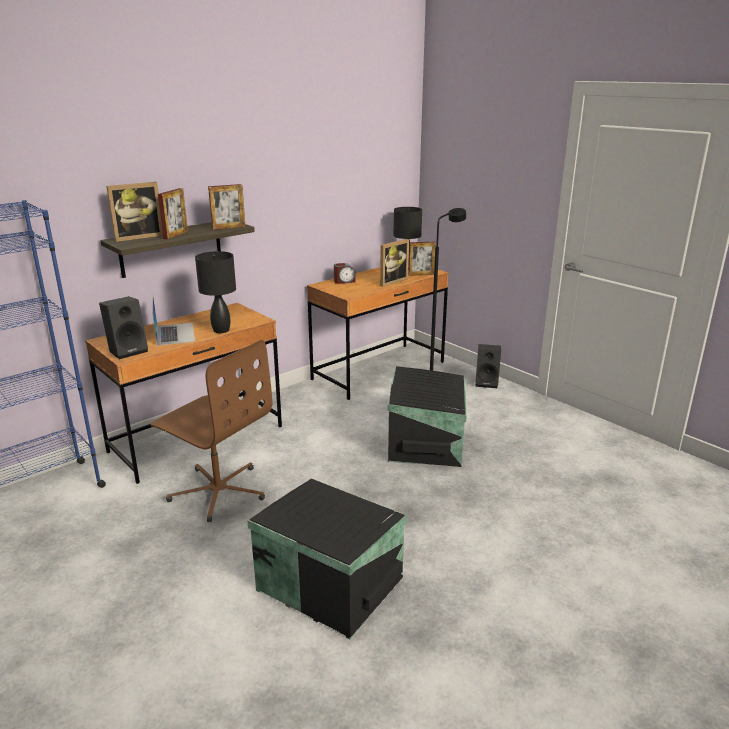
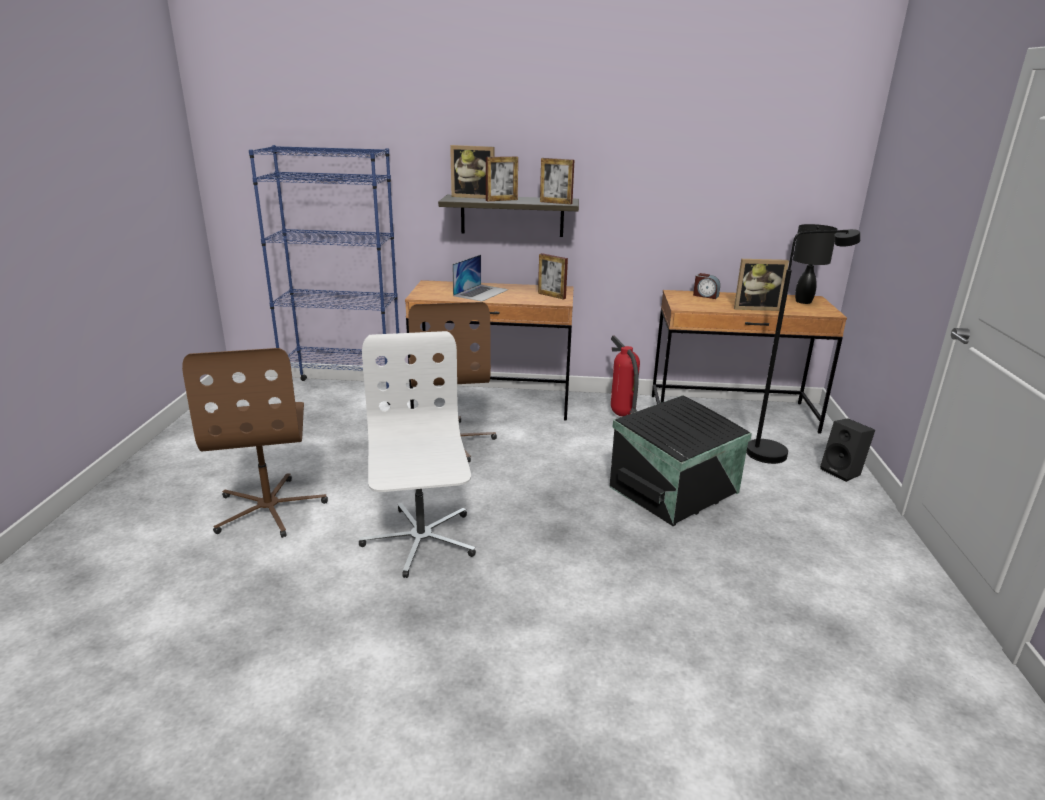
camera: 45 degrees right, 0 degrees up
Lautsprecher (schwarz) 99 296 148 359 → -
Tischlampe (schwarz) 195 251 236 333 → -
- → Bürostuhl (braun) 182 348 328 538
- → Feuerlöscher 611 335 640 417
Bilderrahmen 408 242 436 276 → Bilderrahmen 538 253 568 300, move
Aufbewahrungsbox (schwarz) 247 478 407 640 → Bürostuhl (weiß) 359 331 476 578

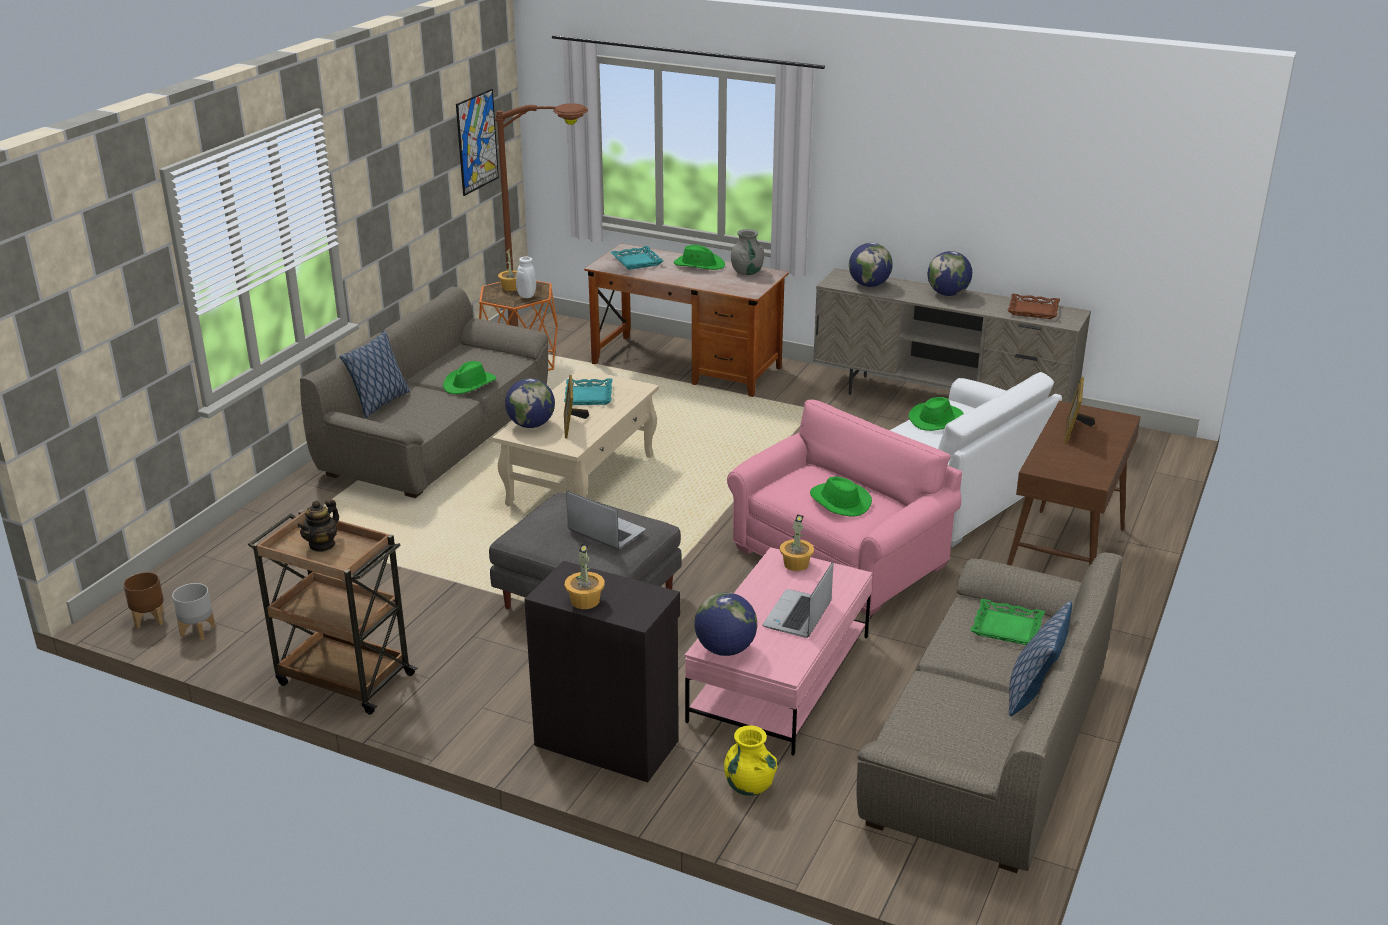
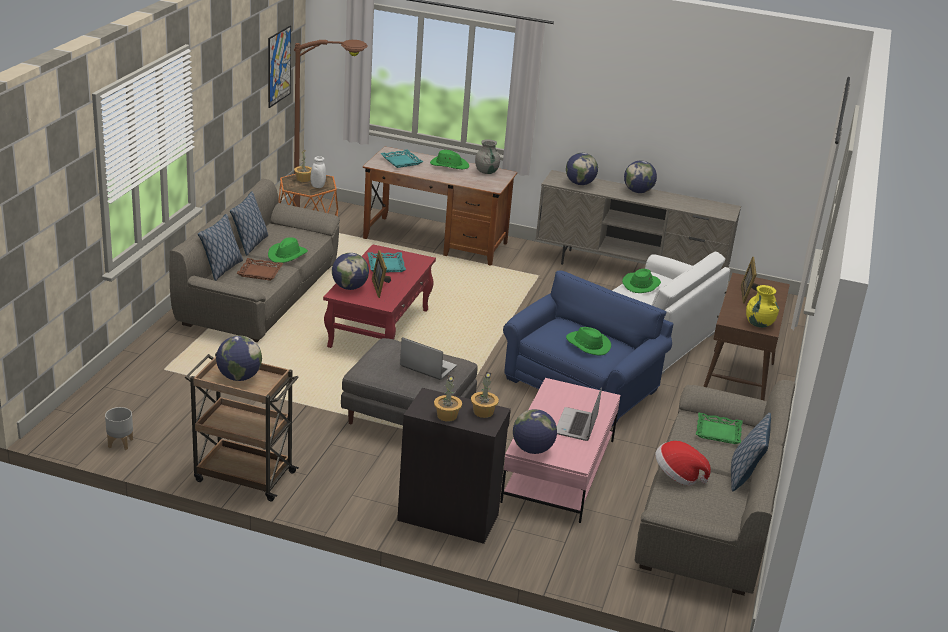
camera: 10 degrees left, 0 degrees up
Pflanzkübel (braun) 123 572 164 629 → -
- → Kissen 230 191 268 255
- → Hut 655 441 711 486
Vase (gelb) 724 725 777 796 → Vase (gelb) 746 285 779 328, move
Topfpflanze 780 514 814 571 → Topfpflanze 471 372 499 418, move
Tablett (braun) 1008 294 1060 319 → Tablett (braun) 237 258 283 281, move
Teekanne 297 499 339 552 → Globus 216 336 262 381
Couchtisch (beige) 492 369 659 506 → Couchtisch (rot) 323 244 436 348
Sessel (rosa) 727 400 962 616 → Sessel (blau) 503 271 673 426

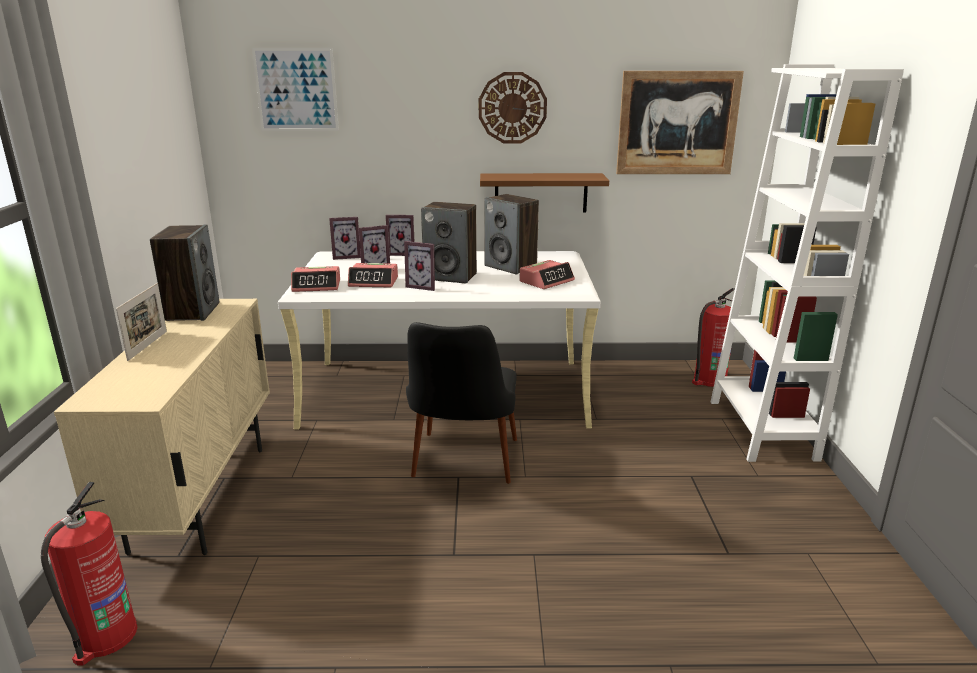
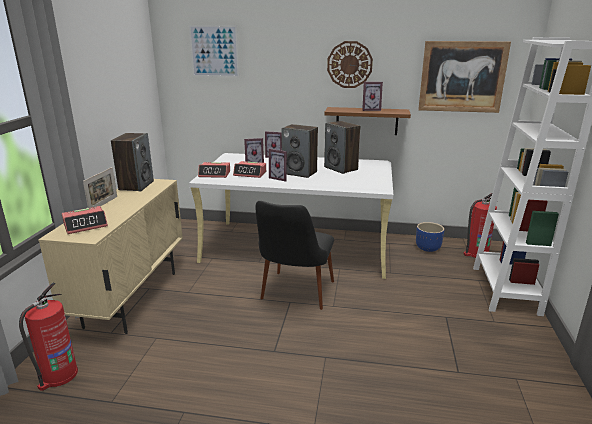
camera: 10 degrees right, 0 degrees up
- → Pflanzkübel (blau) 416 222 444 252
Bilderrahmen 329 217 361 260 → Bilderrahmen 362 82 383 111, move
Wecker 520 260 575 289 → Wecker 62 206 108 234, move

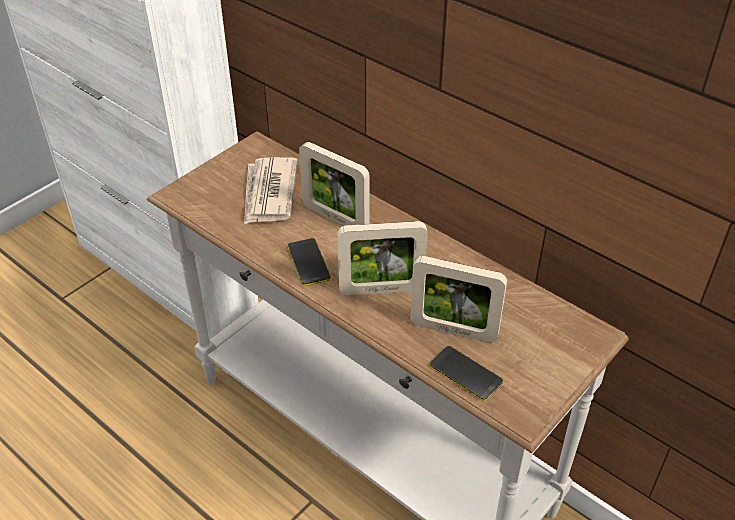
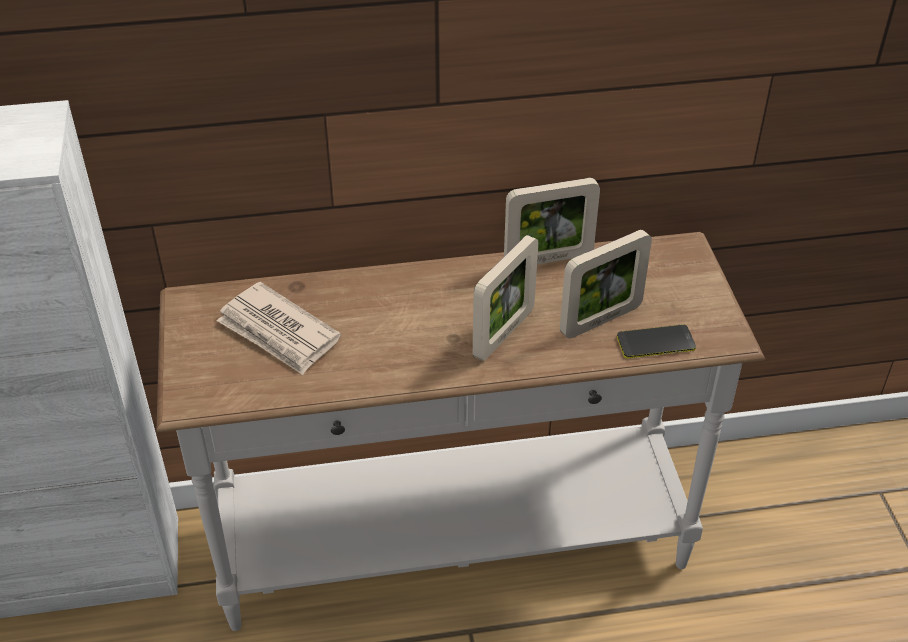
camera: 50 degrees left, 0 degrees up
Handy 288 238 331 286 → -
Bilderrahmen 299 142 369 226 → Bilderrahmen 504 178 600 264, move

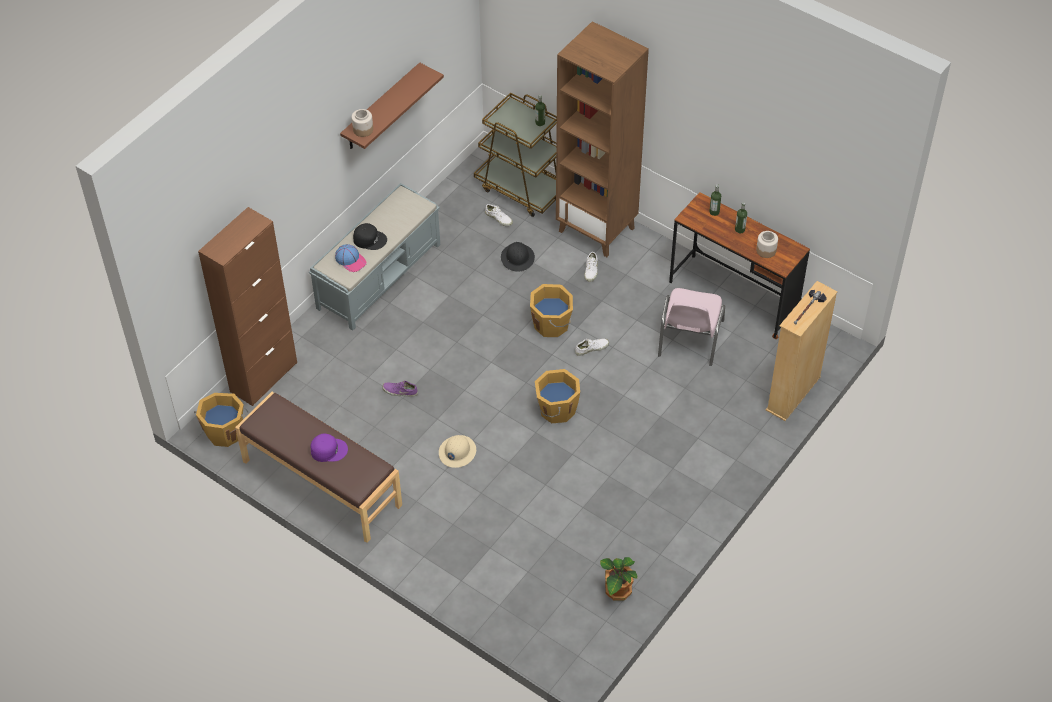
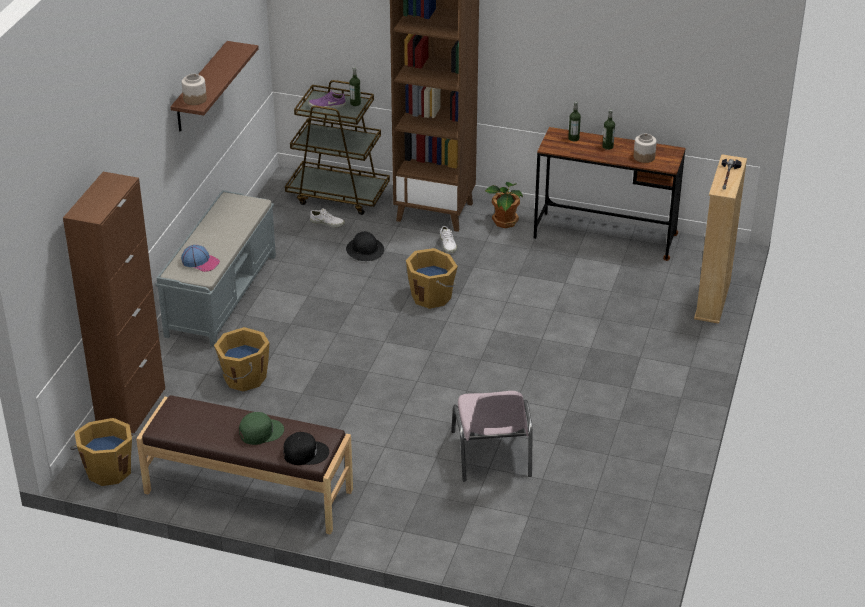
camera: 20 degrees left, 15 degrees down
Schutzhelm (beige) 439 435 476 468 → -
Schuh (weiß) 575 339 609 356 → -
Kappe (schwarz) 353 223 387 250 → Kappe (schwarz) 283 432 329 465, move
Schuh (lila) 382 381 418 397 → Schuh (lila) 308 90 346 110, move
Eimer (orange) 535 369 580 423 → Eimer (orange) 214 327 269 391, move
Topfpflanze 600 557 637 601 → Topfpflanze 485 182 523 228, move
Stuhl (rosa) 658 288 725 366 → Stuhl (rosa) 451 391 532 482, move
Kappe (lila) 310 434 348 462 → Kappe (grün) 239 412 284 445

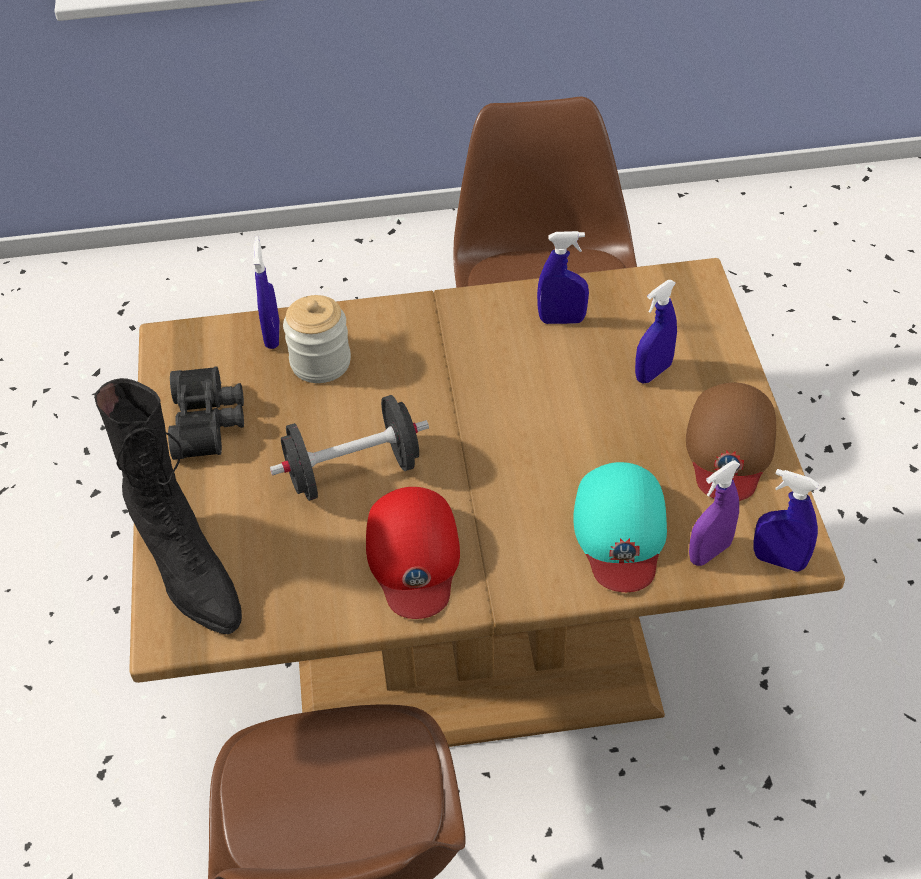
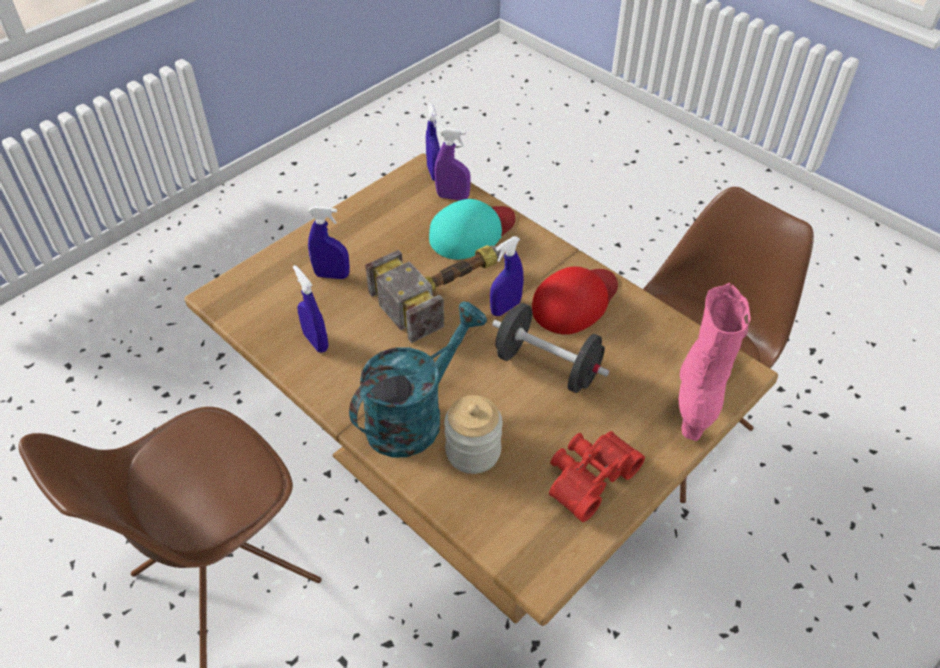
camera: 130 degrees left, 0 degrees up
Kappe (braun) 686 382 776 501 → -
- → Gießkanne (türkis) 349 301 487 458
- → Hammer 365 245 501 343
Sprühflasche (blau) 253 236 280 349 → Sprühflasche (blau) 490 237 523 316, move
Stiefel (schwarz) 94 378 242 634 → Stiefel (rosa) 678 282 751 441
Fernglas (schwarz) 168 366 244 460 → Fernglas (rot) 549 431 645 522

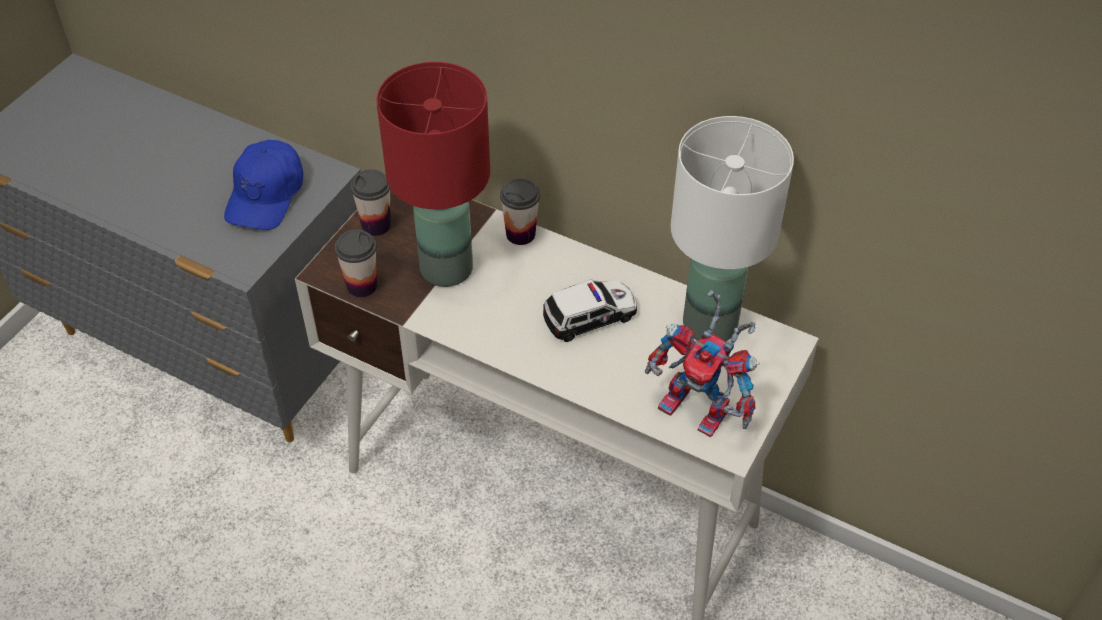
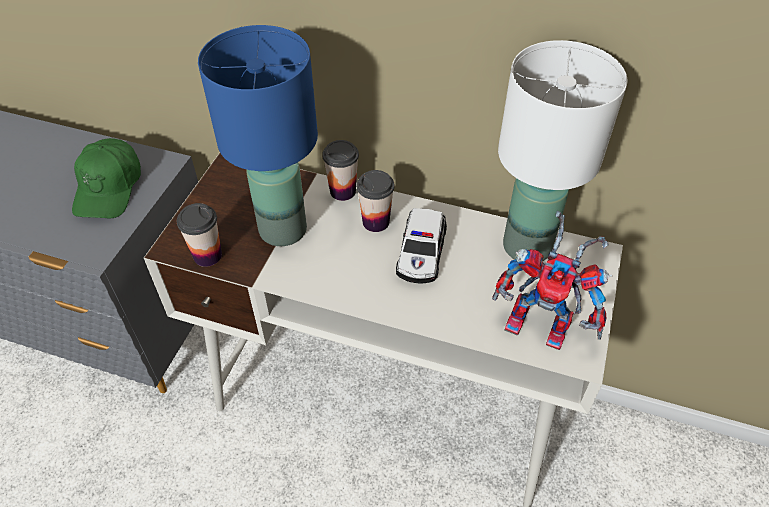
camera: 10 degrees left, 0 degrees up
Tasse 350 169 391 236 → Tasse 357 170 394 232, move
Kappe (blau) 224 140 303 230 → Kappe (grün) 72 138 141 218
Tischlampe (rot) 376 62 490 287 → Tischlampe (blau) 198 25 318 246
Spielzeugauto 543 279 637 342 → Spielzeugauto 396 208 447 284, 135 degrees clockwise

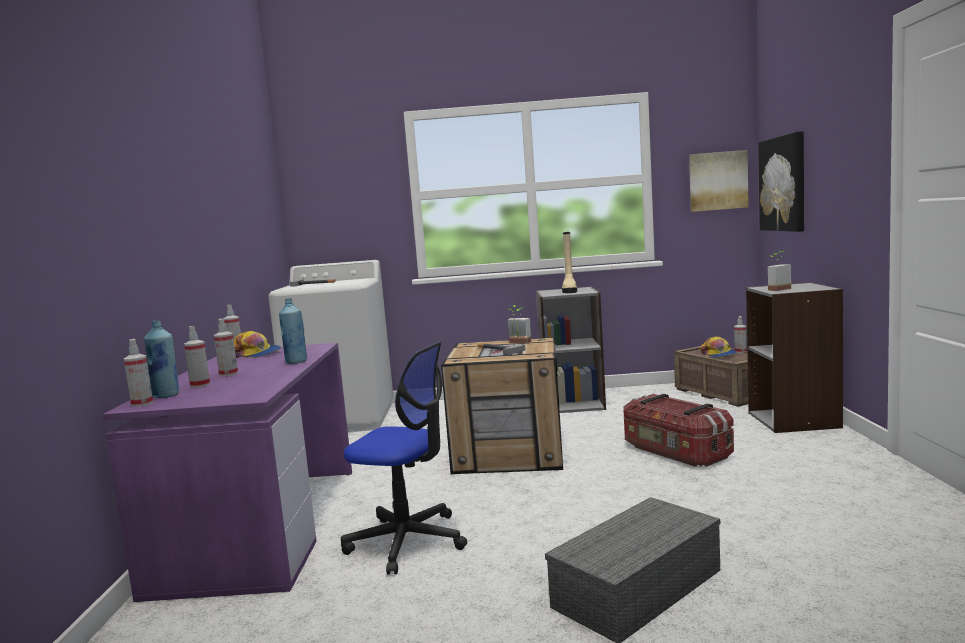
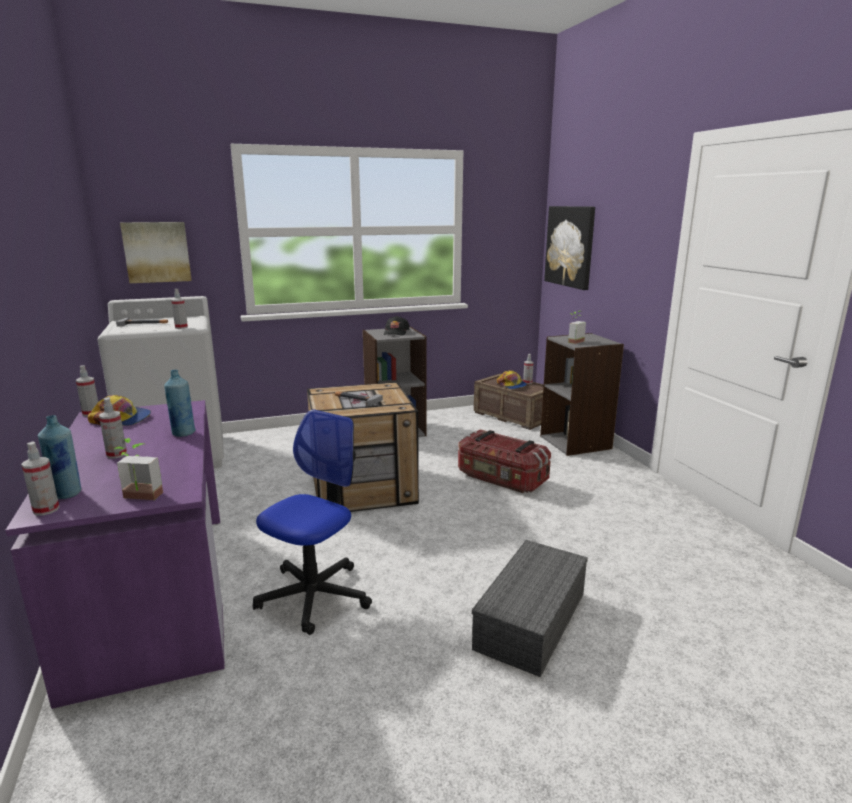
camera: 20 degrees left, 10 degrees up
Sprühflasche 184 326 210 388 → Sprühflasche 171 289 188 329, move
Topfpflanze 508 305 531 343 → Topfpflanze 115 438 163 500, move
Bild 689 150 749 212 → Bild 120 222 192 283, move
Stiefel (beige) 562 232 577 293 → Kappe (schwarz) 384 316 410 335
Bürostuhl 341 341 467 575 → Bürostuhl 253 409 372 635, 60 degrees counterclockwise

